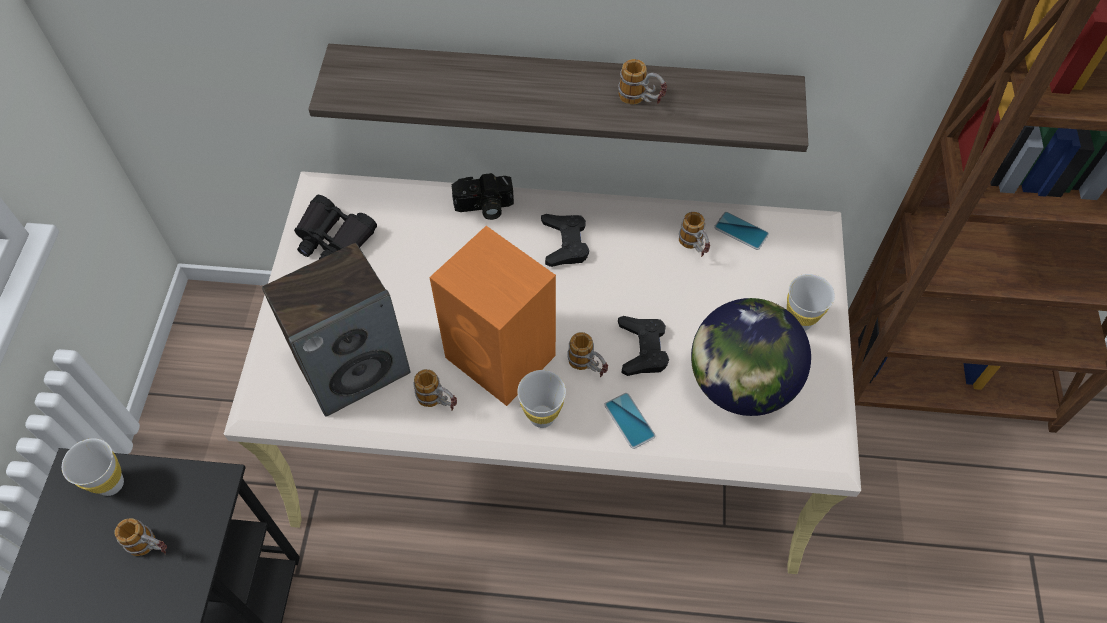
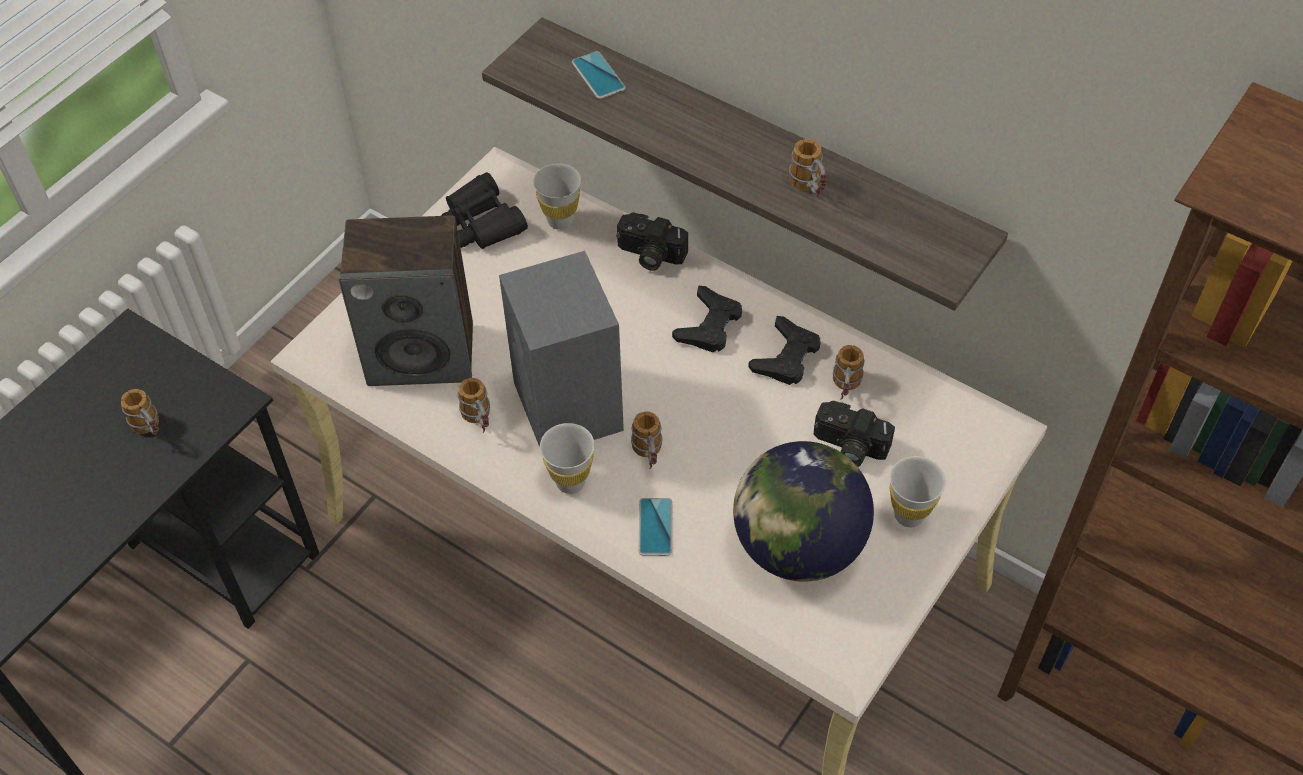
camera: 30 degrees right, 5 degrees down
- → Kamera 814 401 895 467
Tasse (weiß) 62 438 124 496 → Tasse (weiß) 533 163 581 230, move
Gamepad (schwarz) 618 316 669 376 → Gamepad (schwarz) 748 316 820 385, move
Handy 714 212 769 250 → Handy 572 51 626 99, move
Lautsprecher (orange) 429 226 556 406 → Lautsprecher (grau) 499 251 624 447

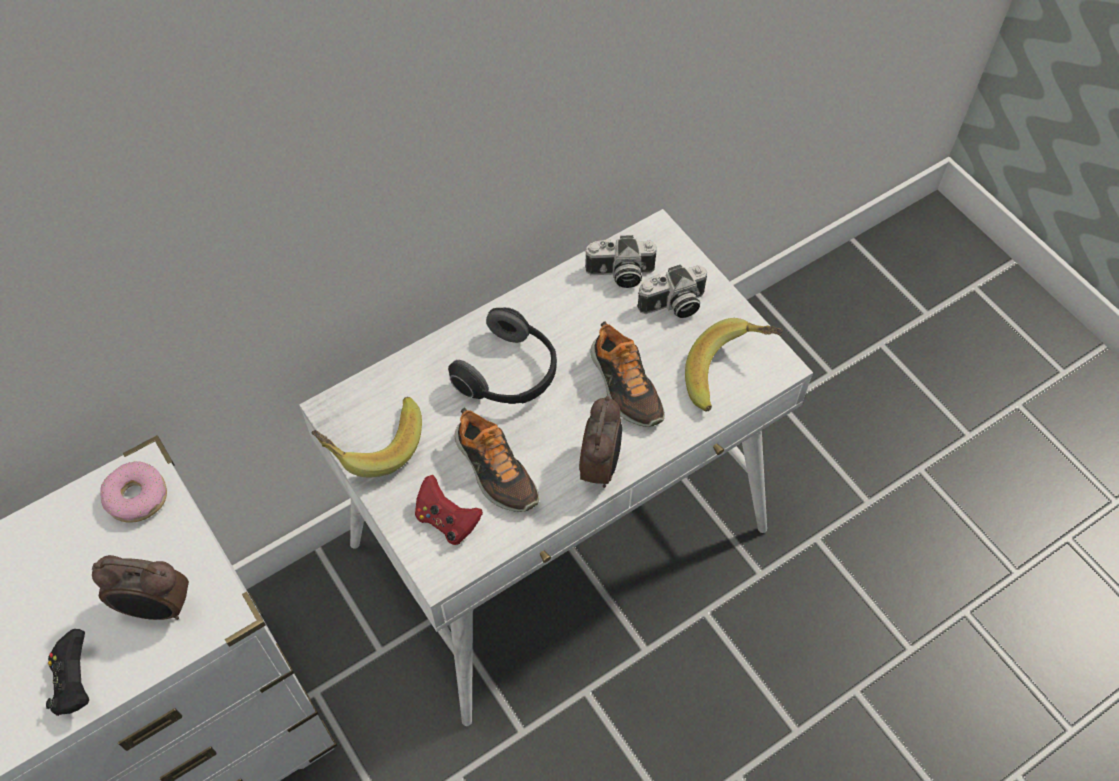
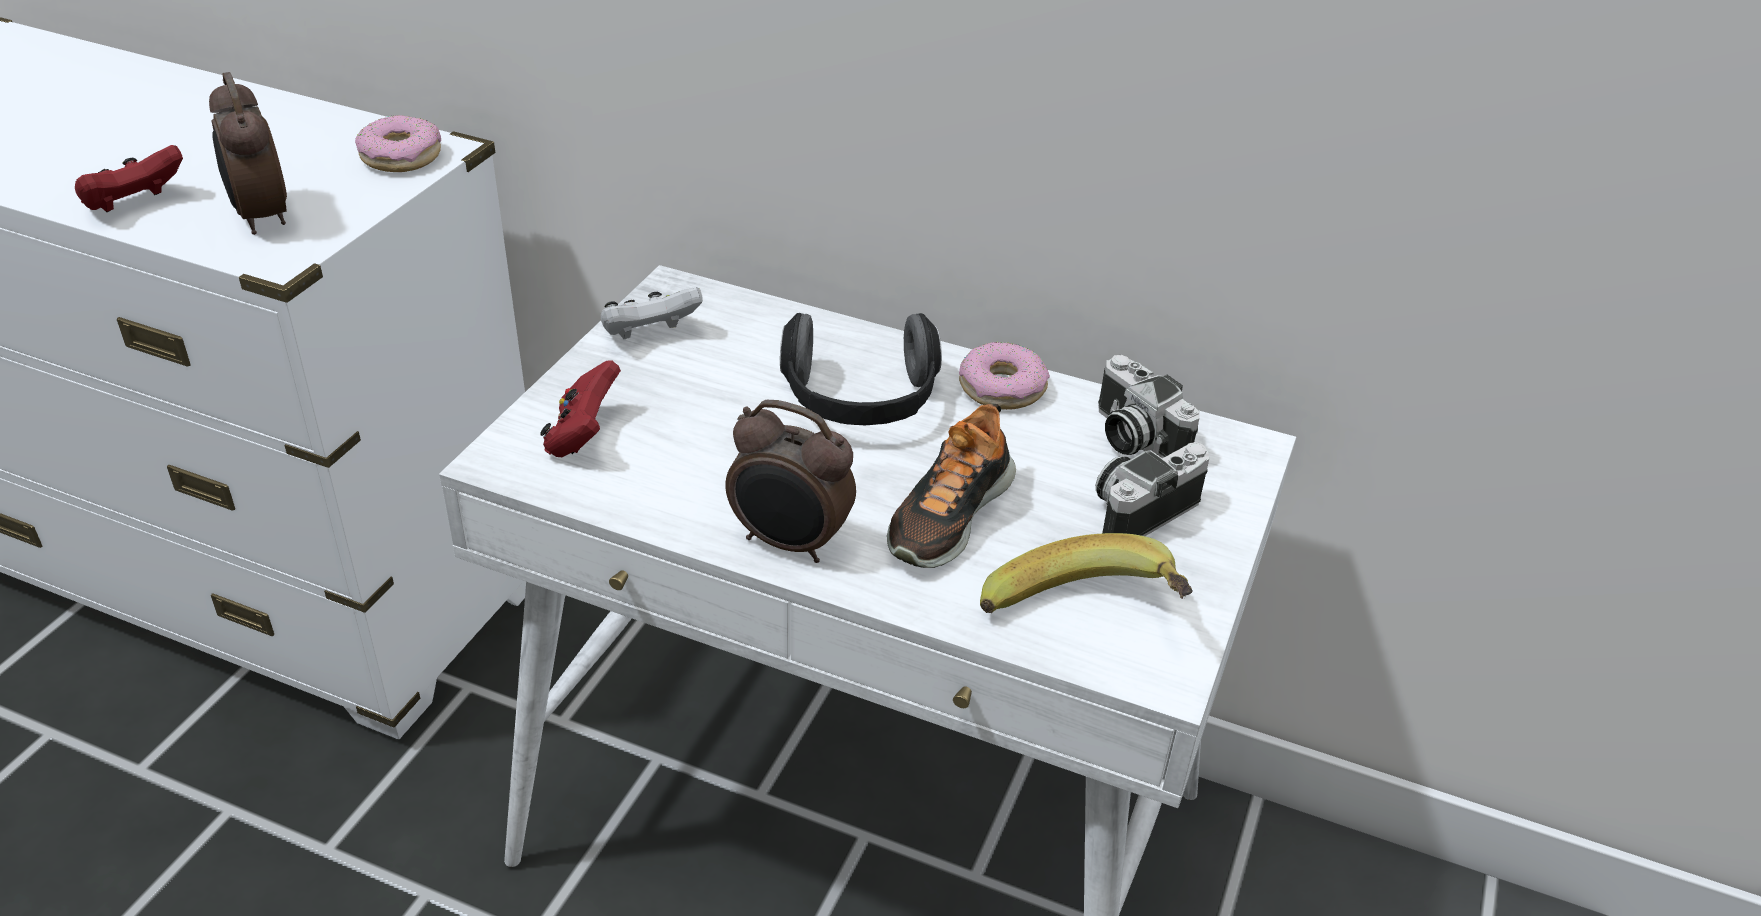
camera: 55 degrees right, 20 degrees down
Schuh 455 408 540 512 → -
- → Donut 959 342 1050 410
Banane 311 397 422 477 → Gamepad (weiß) 601 287 703 339
Gamepad (schwarz) 46 629 89 716 → Gamepad (rot) 75 145 183 212
Wecker 579 396 622 488 → Wecker 725 400 856 563, 45 degrees clockwise
Kamera 637 265 707 318 → Kamera 1096 442 1209 536, 105 degrees clockwise

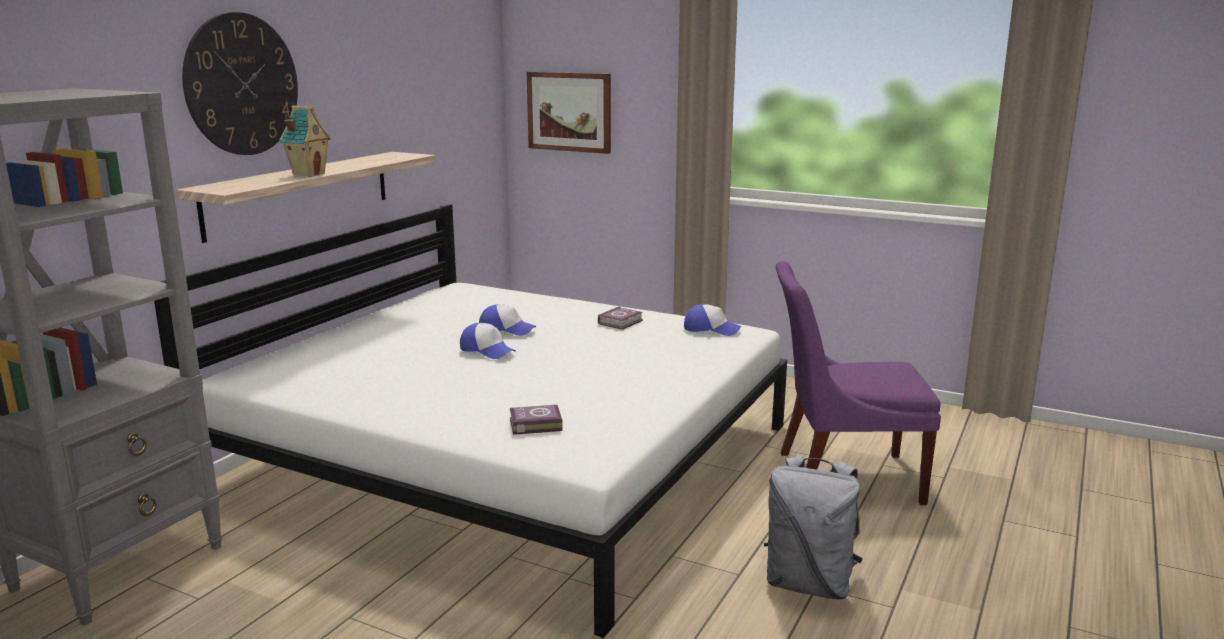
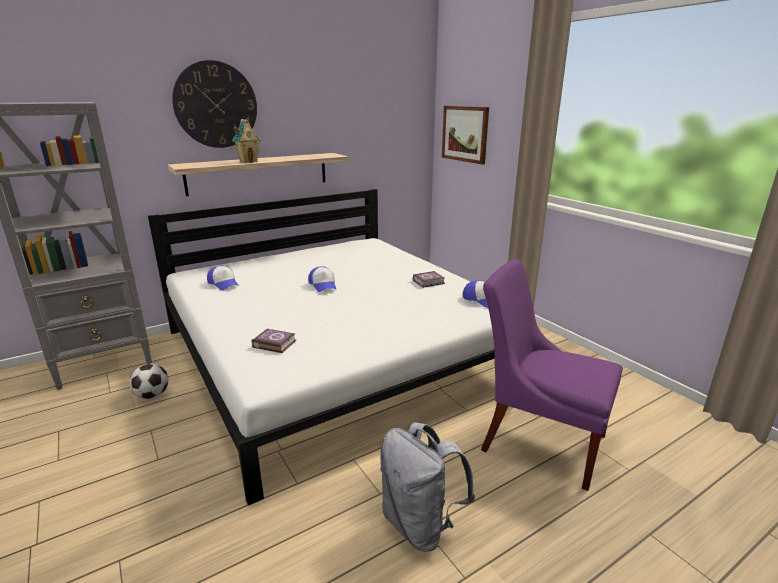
camera: 30 degrees right, 5 degrees up
- → Fußball 129 364 169 399
Kappe 479 304 536 336 → Kappe 207 266 239 290, move

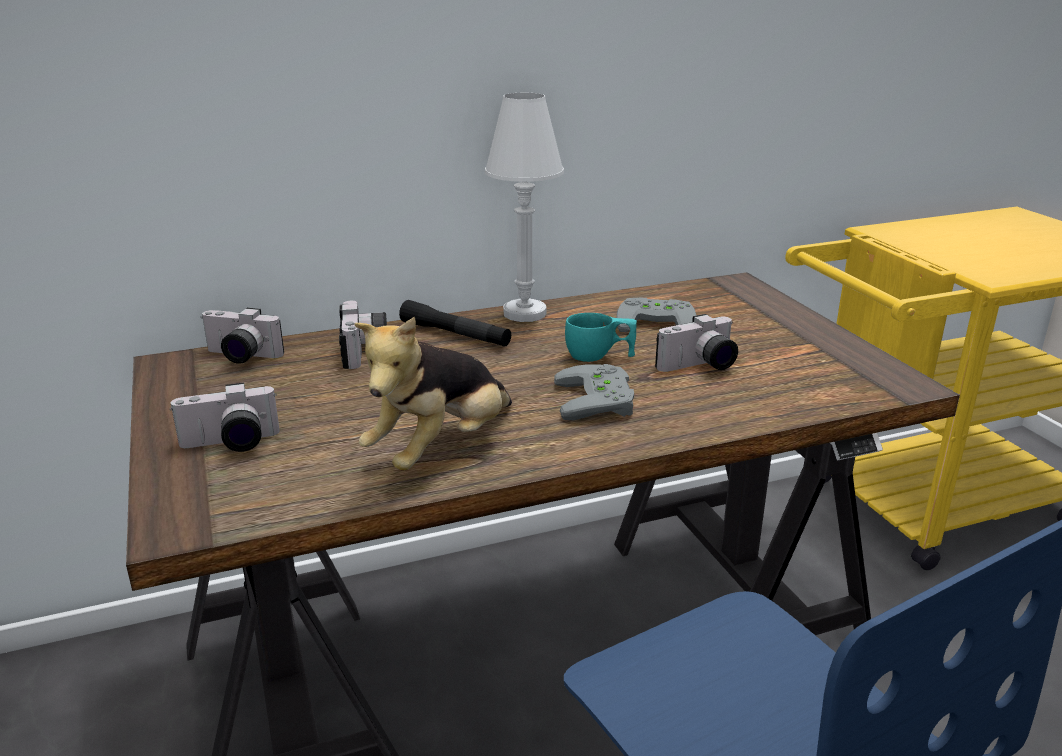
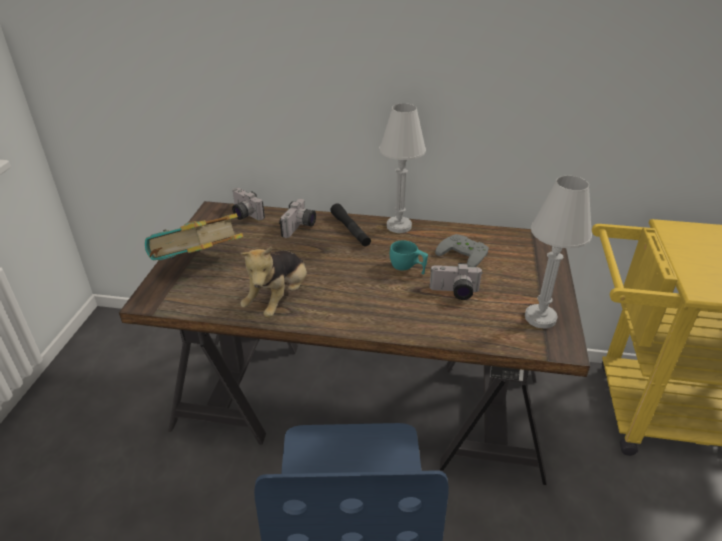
camera: 30 degrees right, 10 degrees up
Gamepad (grau) 554 364 634 420 → -
- → Tischlampe (weiß) 525 176 592 329
Kamera 170 382 280 452 → Buch 145 213 243 260
Plüschtier 354 317 512 470 → Plüschtier 240 247 307 318, 45 degrees counterclockwise

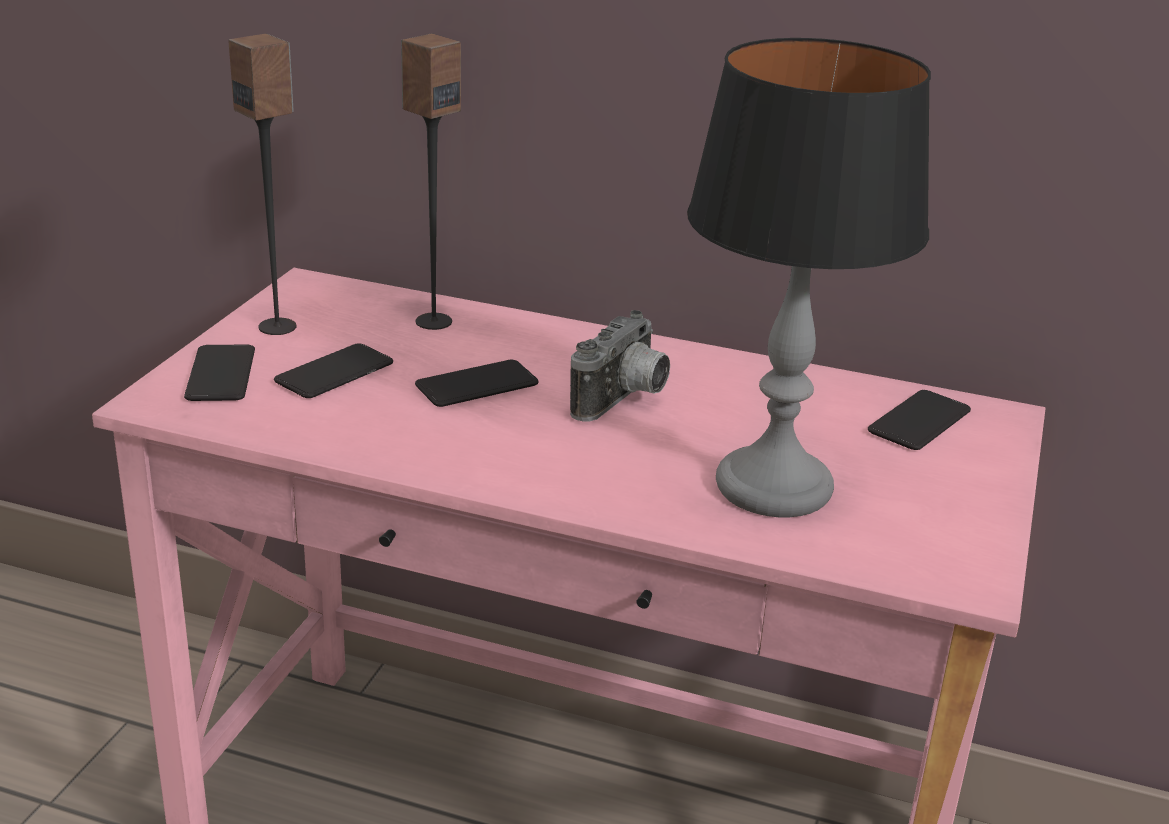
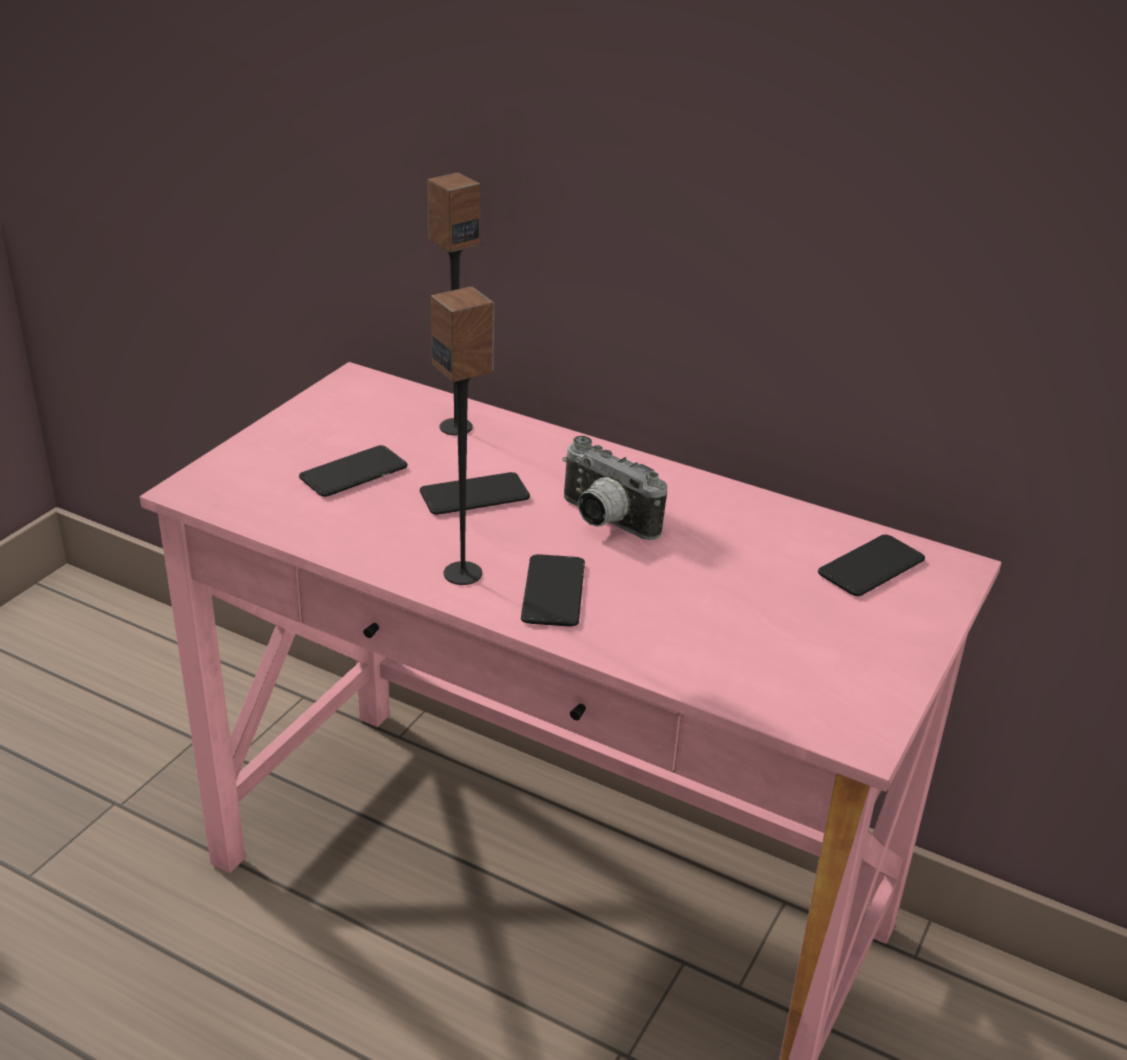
camera: 10 degrees right, 5 degrees up
Tischlampe 687 38 931 517 → -
Handy 184 345 255 401 → Handy 521 554 585 627, move
Lautsprecher 228 34 296 335 → Lautsprecher 431 287 494 585, move
Kamera 570 310 670 421 → Kamera 562 436 668 540, 90 degrees clockwise

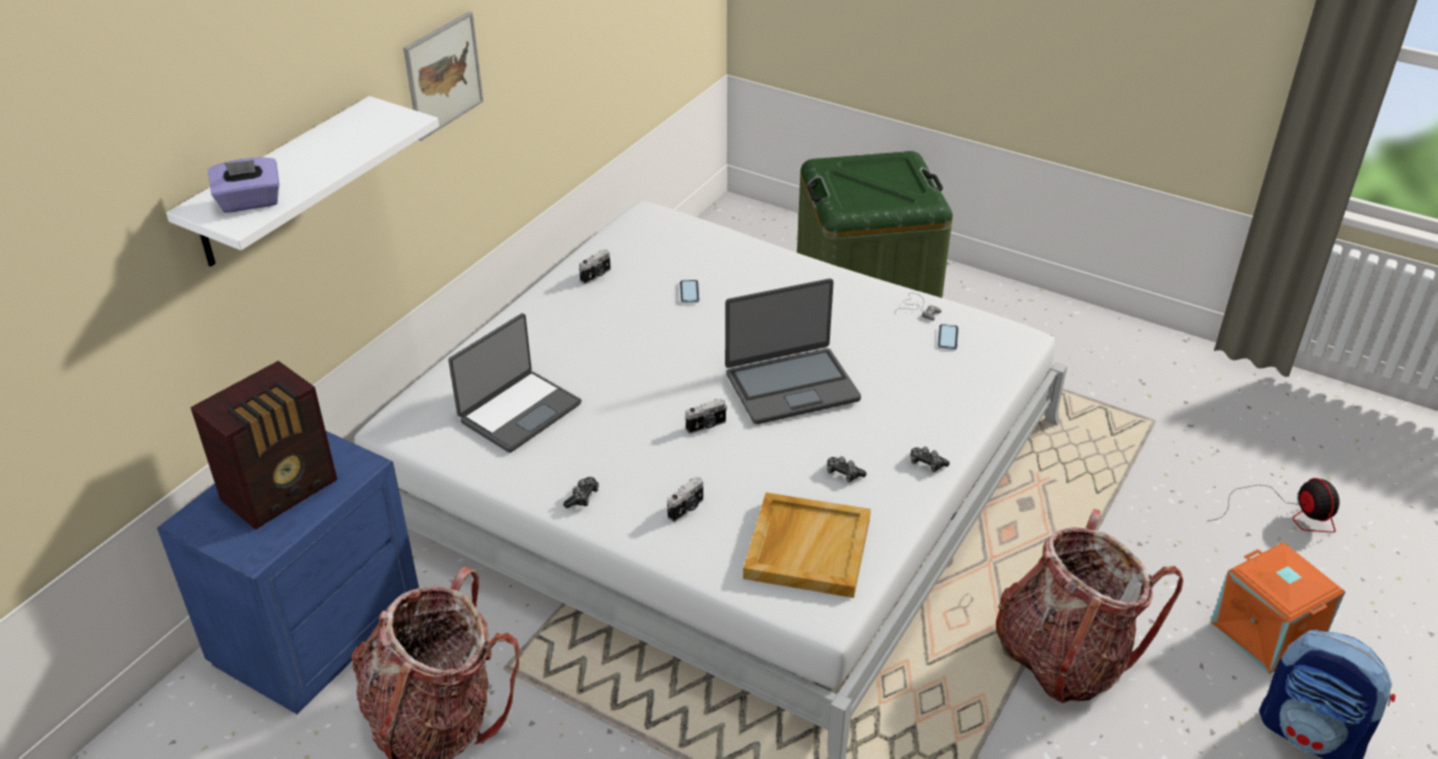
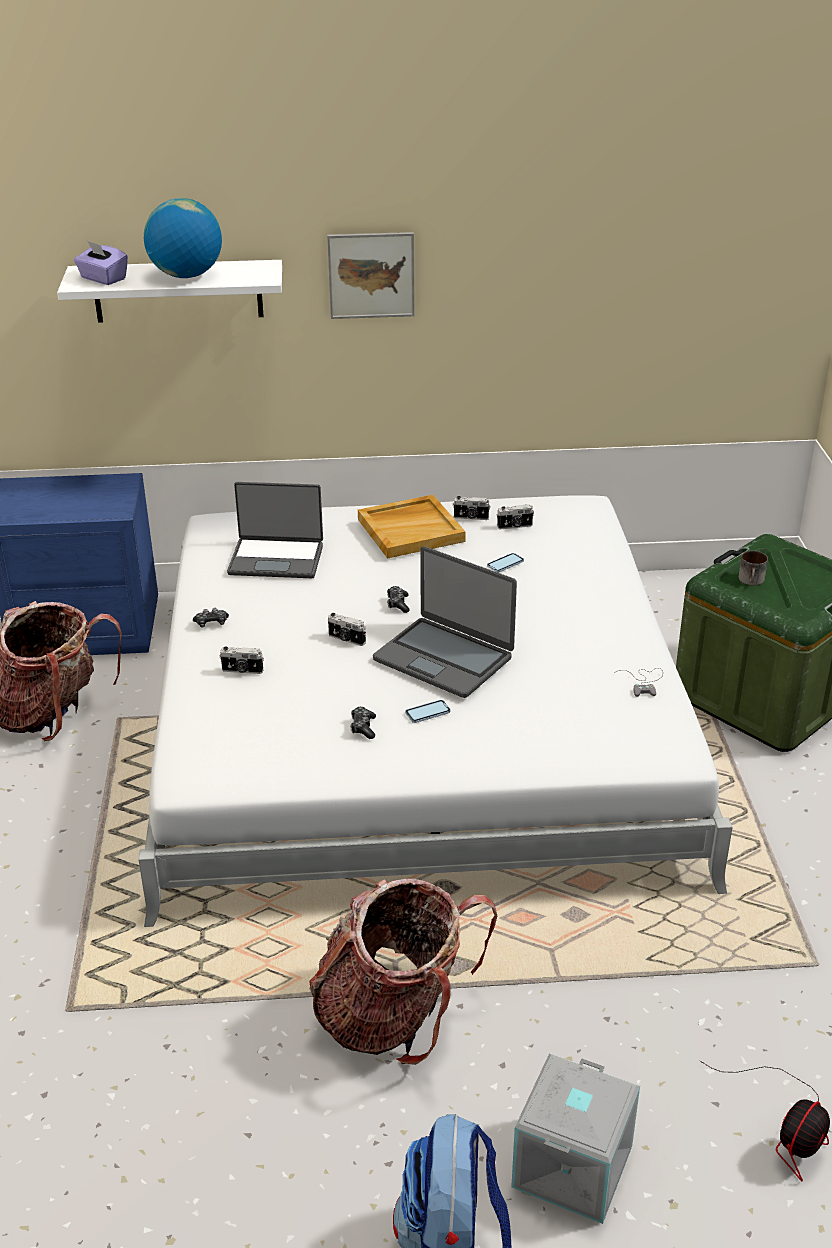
camera: 55 degrees right, 5 degrees down
Radio 190 361 337 529 → -
- → Globus 144 198 222 278
- → Kamera 497 504 534 529
- → Henkelbecher 738 551 768 586
Tablett (beige) 743 492 871 598 → Tablett (beige) 358 495 466 559, move
Gamepad 910 447 950 472 → Gamepad 387 586 410 613, move
Handy 938 324 958 350 → Handy 405 700 451 723, move
Aufbewahrungsbox (orange) 1211 542 1345 674 → Aufbewahrungsbox (grau) 511 1054 640 1224

